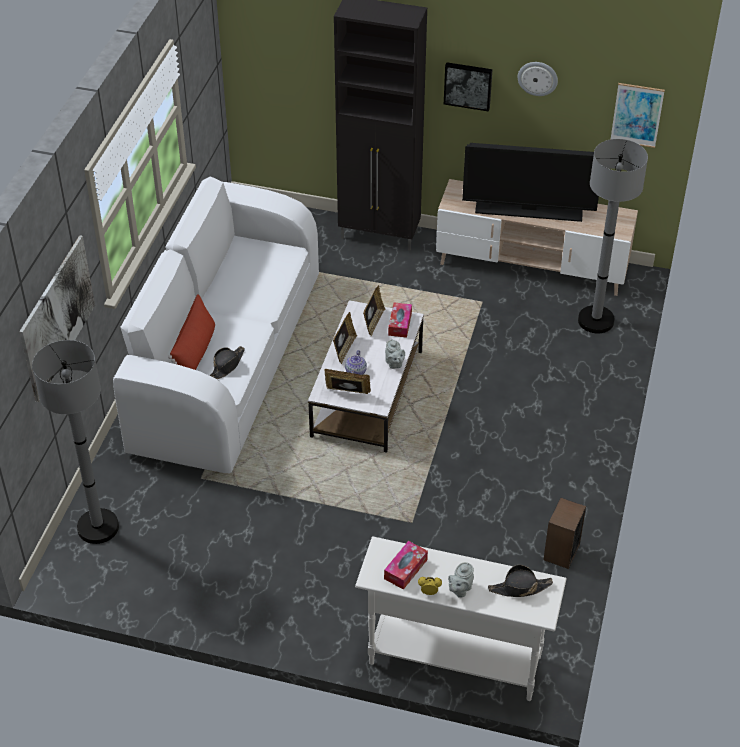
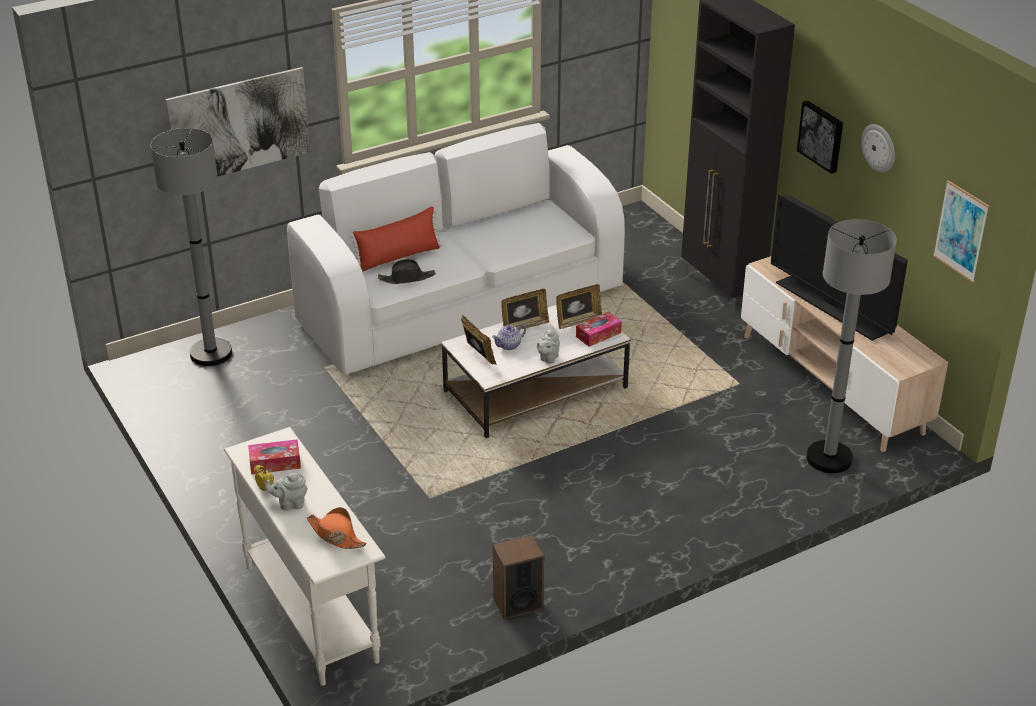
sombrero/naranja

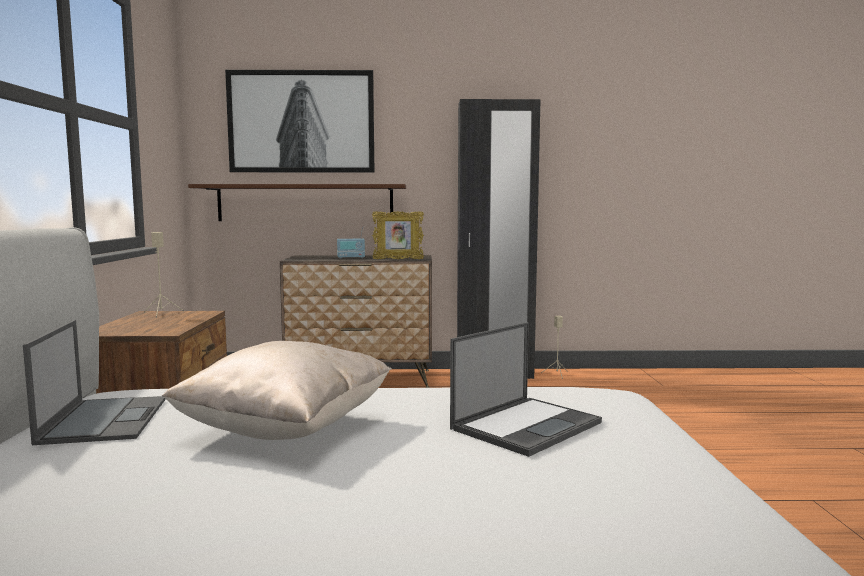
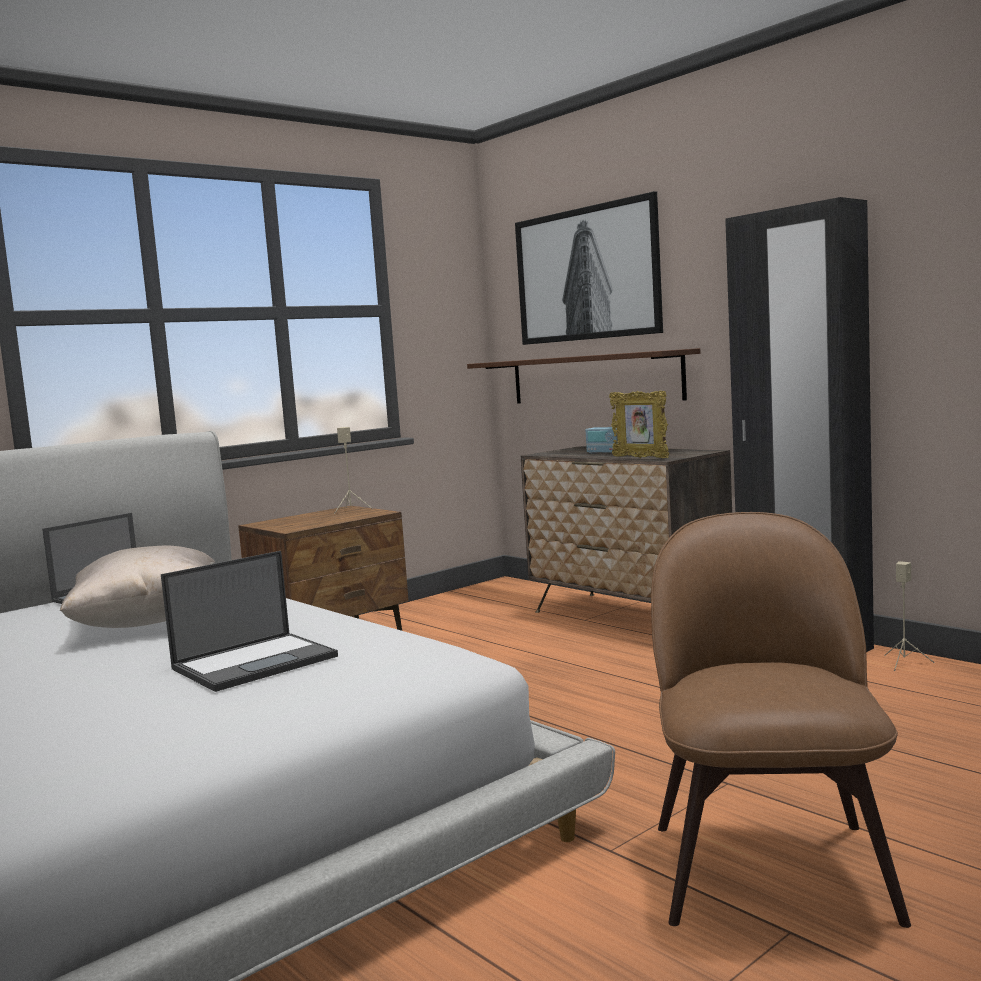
portátil (2nd from left); silla/marrón

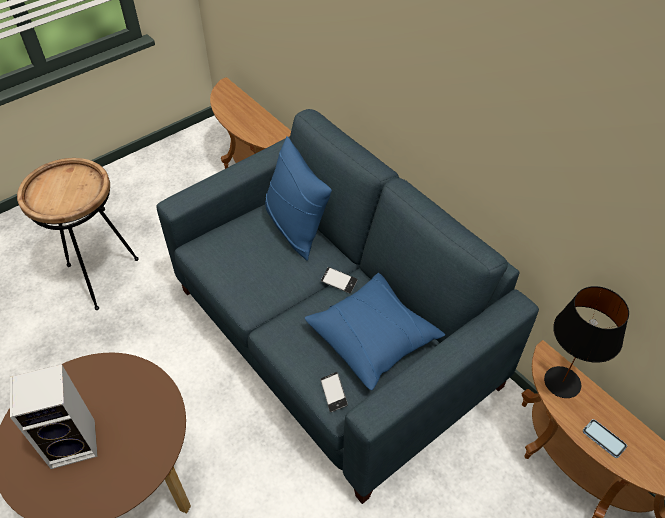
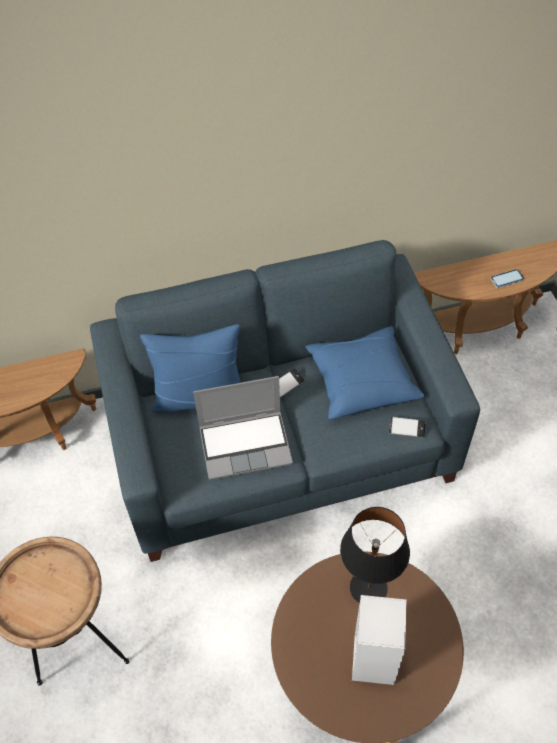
portátil; lámpara de mesa/negro

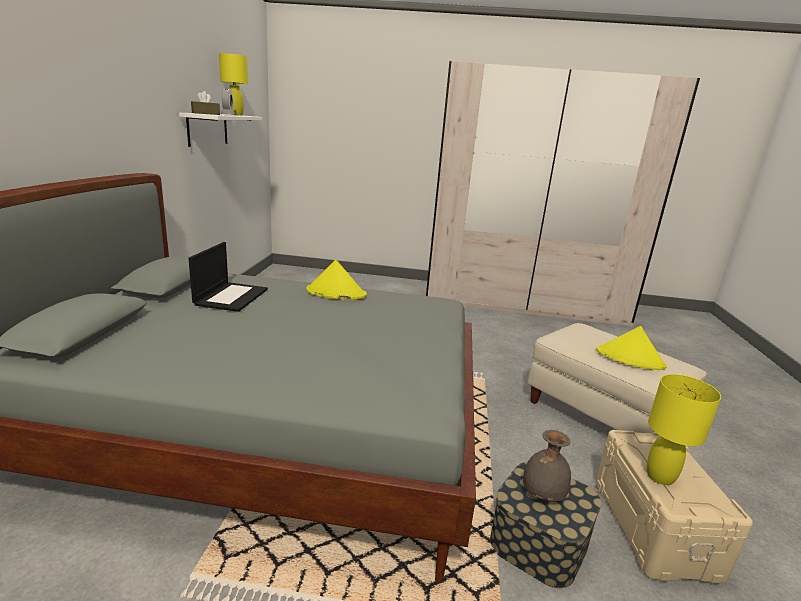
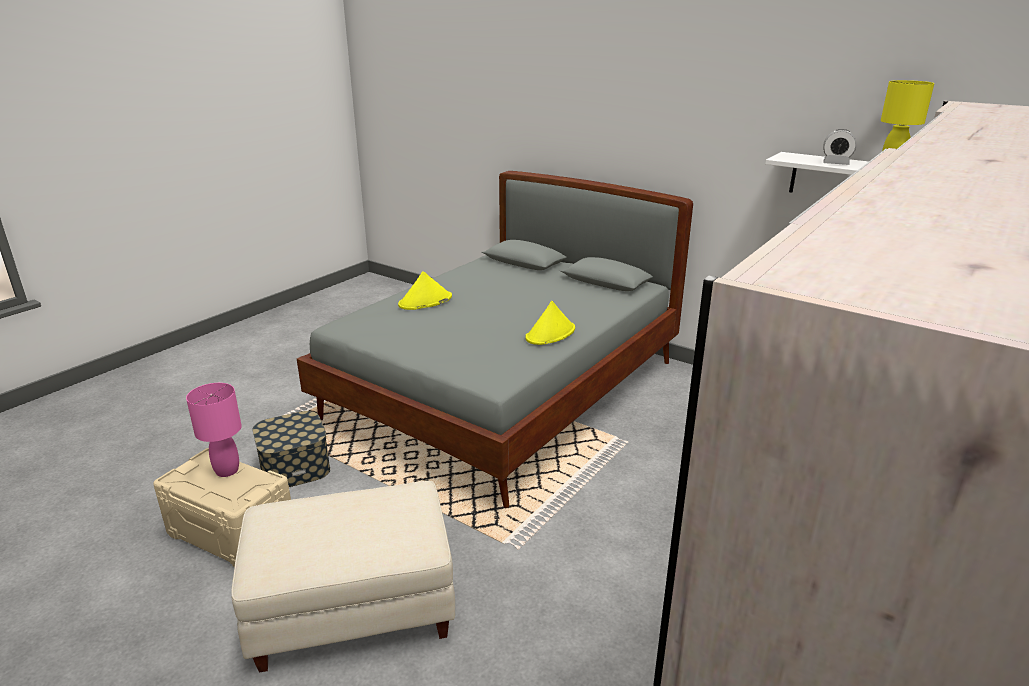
lámpara de mesa/rosa; sombrero/amarillo (1st from left); portátil; caja de pañuelos/marrón; florero/gris

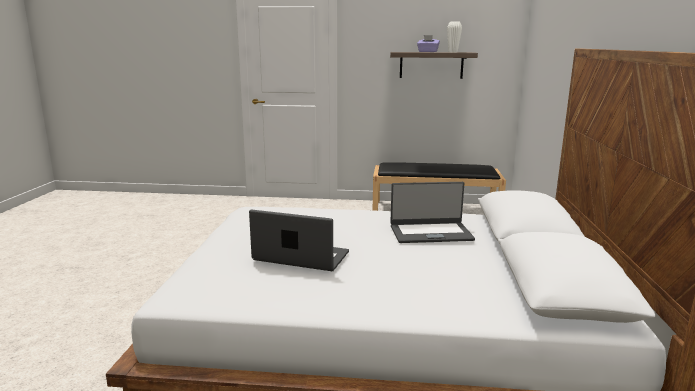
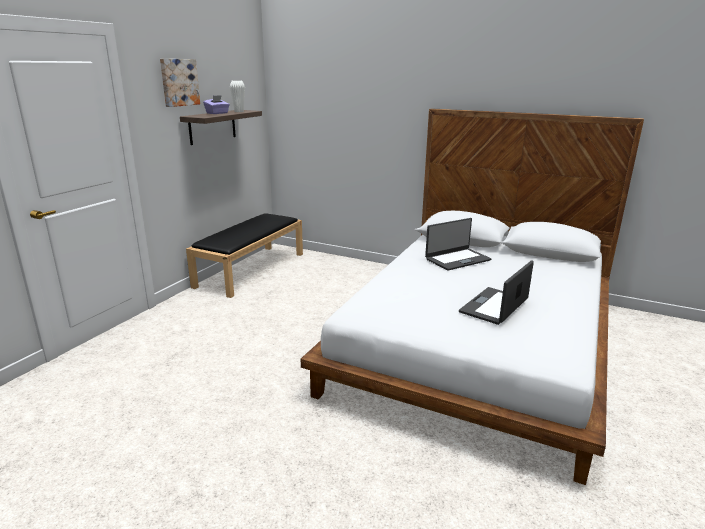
cuadro; portátil (1st from left)

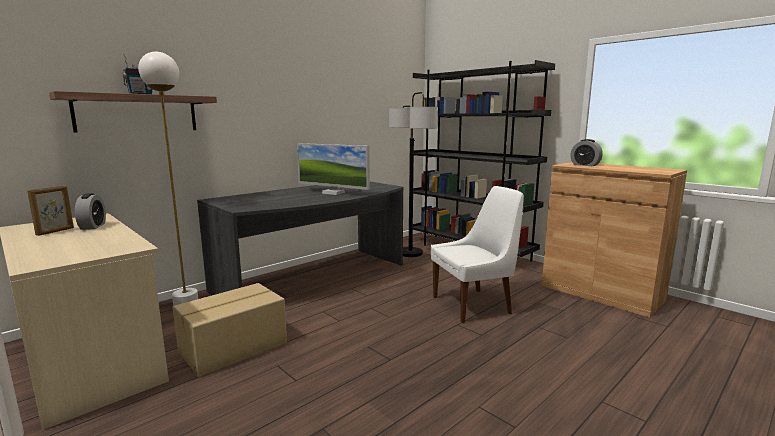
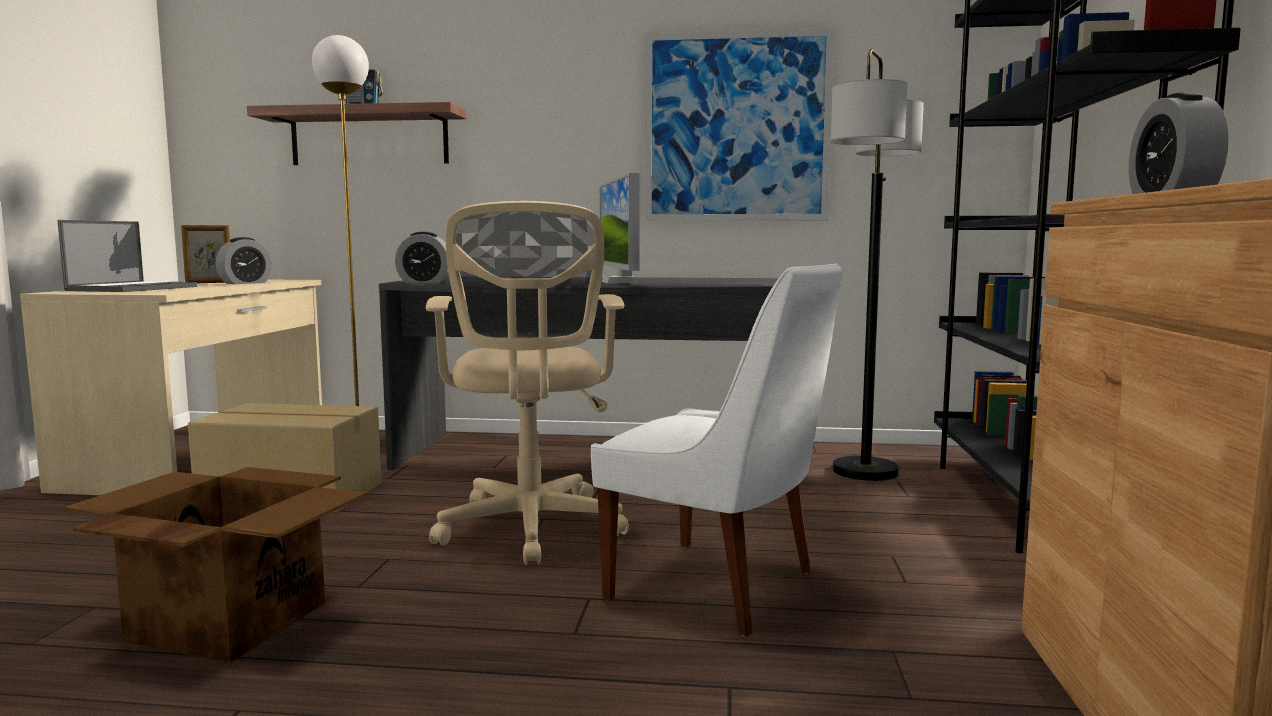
portátil; caja de cartón (1st from left); despertador (2nd from left); silla de oficina/beis; cuadro

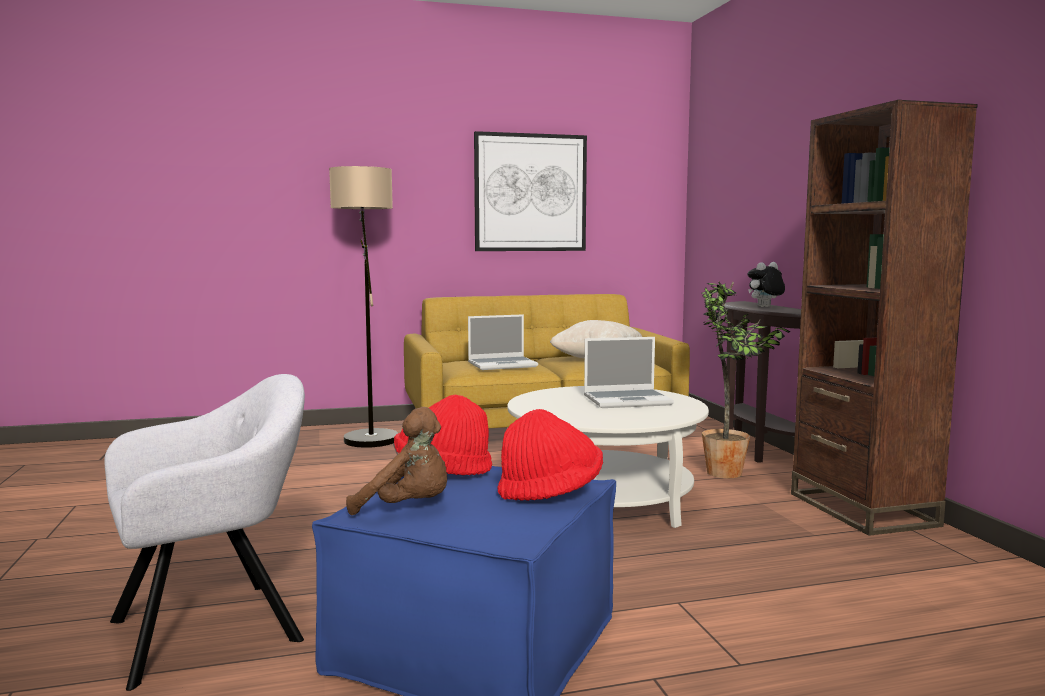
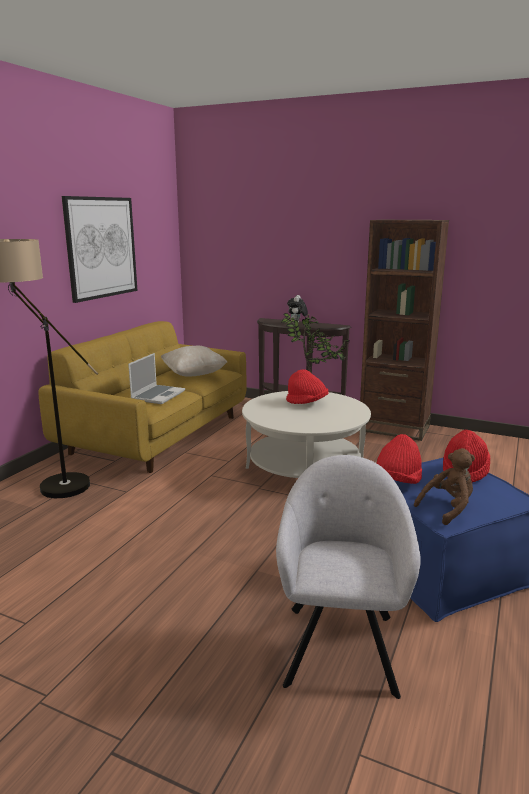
sombrero/rojo (1st from left)

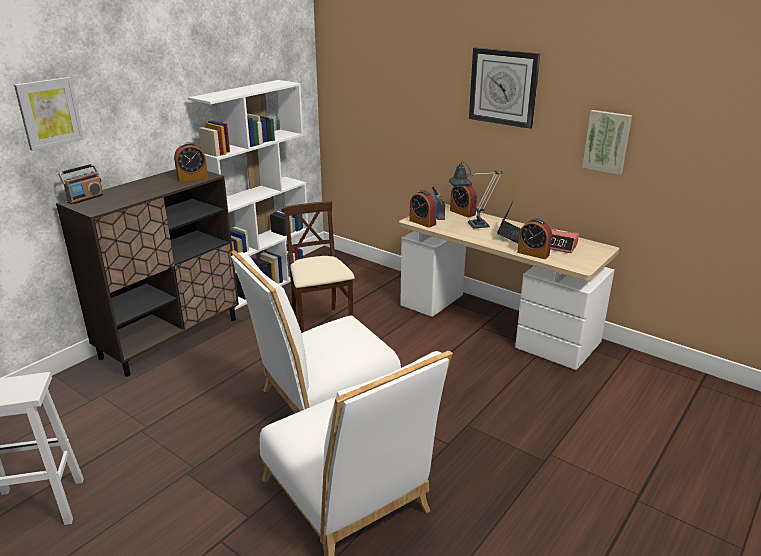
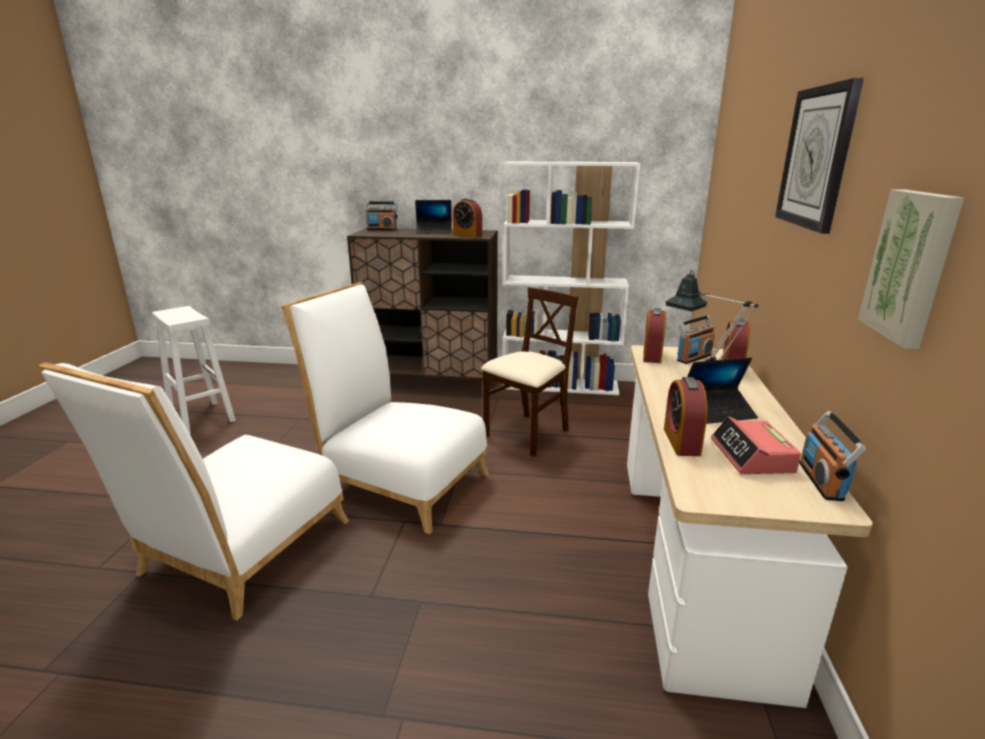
portátil (1st from left); radio (3rd from left); cuadro (1st from left in the first image)

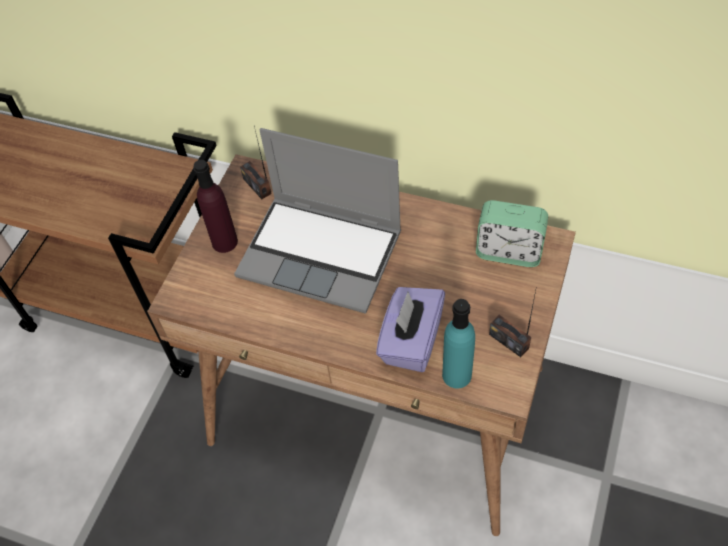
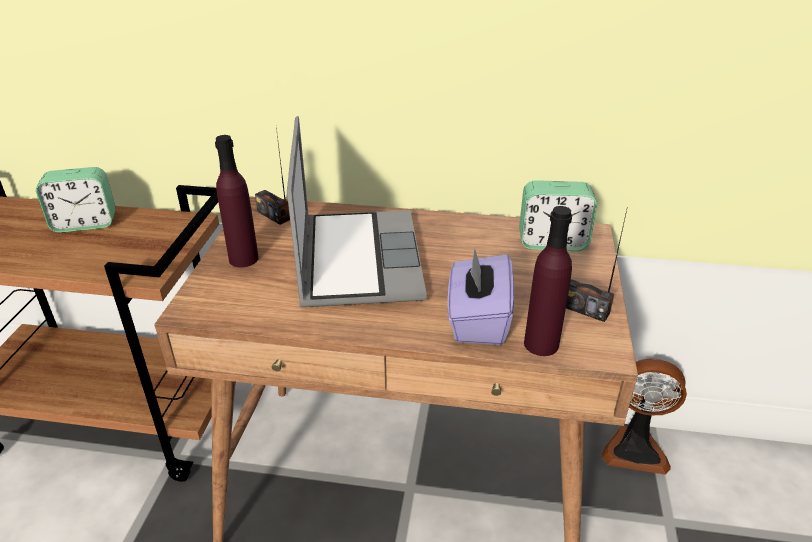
despertador (1st from left); portátil; botella/morado (2nd from left); ventilador

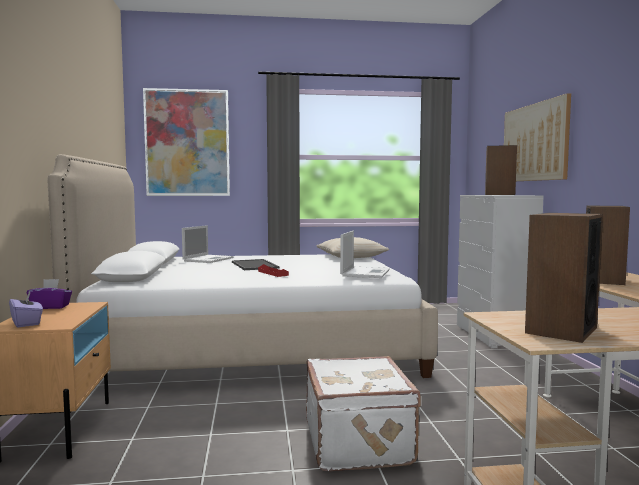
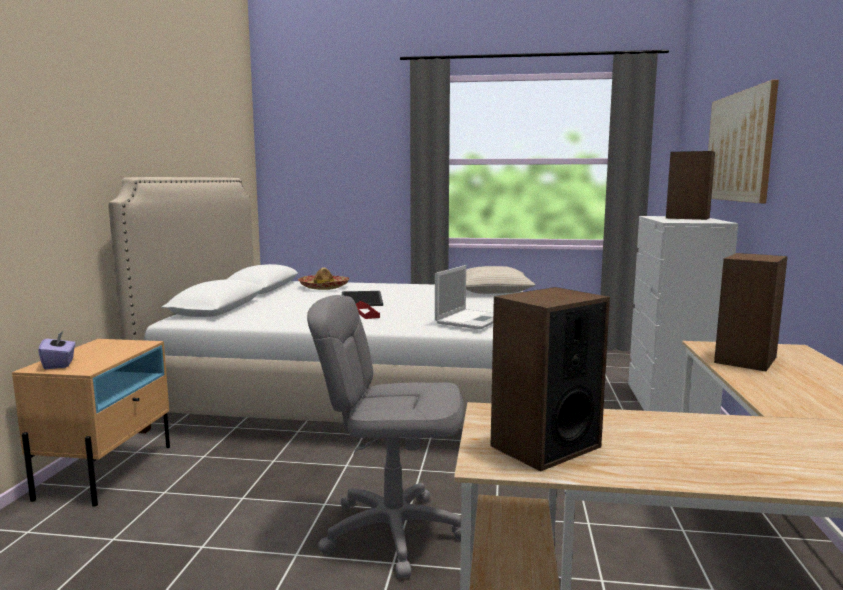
sombrero; silla de oficina/gris; caja de pañuelos/morado (2nd from left in the first image); cuadro (1st from left in the first image)

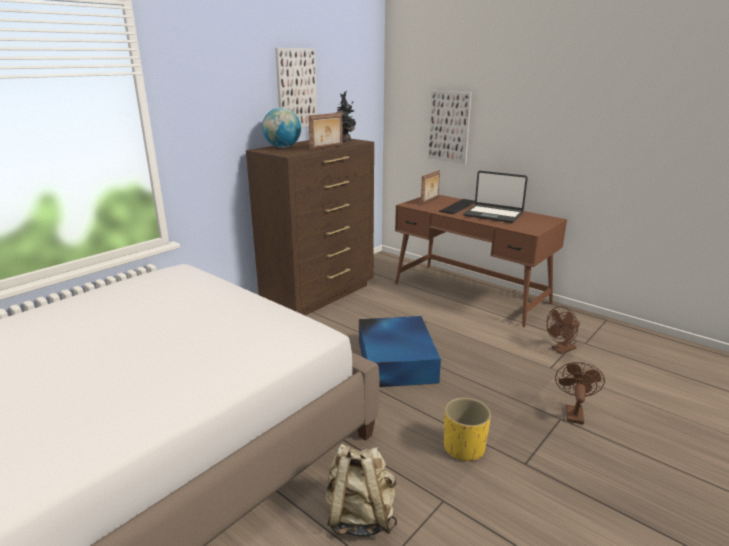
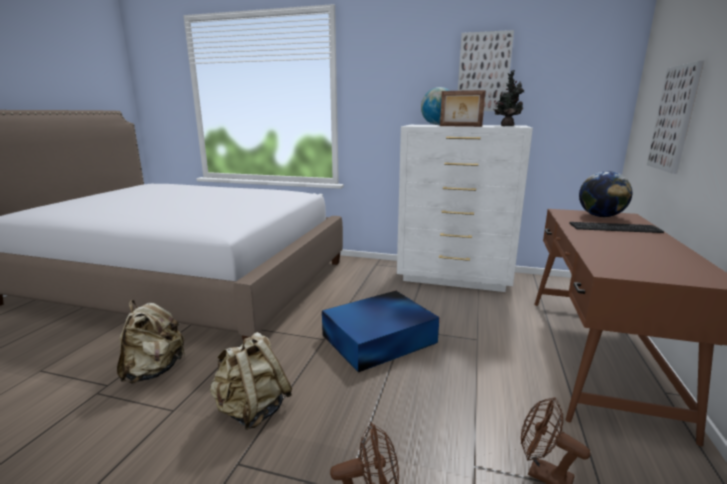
mochila/beis (2nd from left); cómoda/blanco; globo terráqueo (2nd from left); portátil

